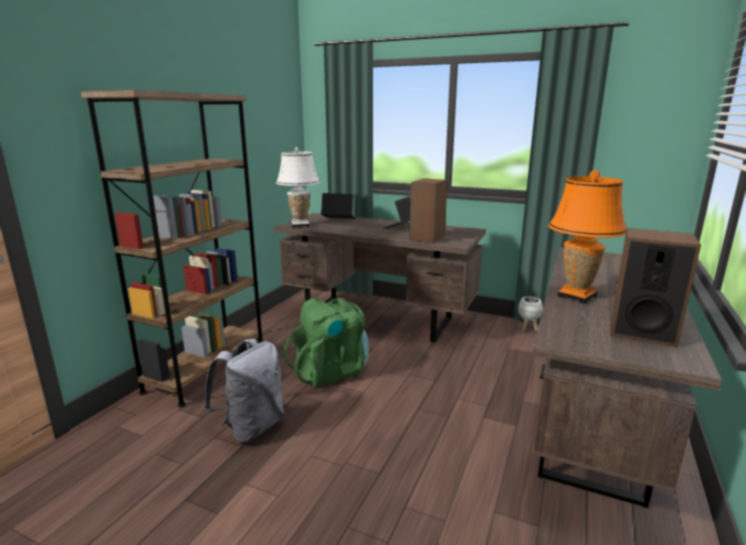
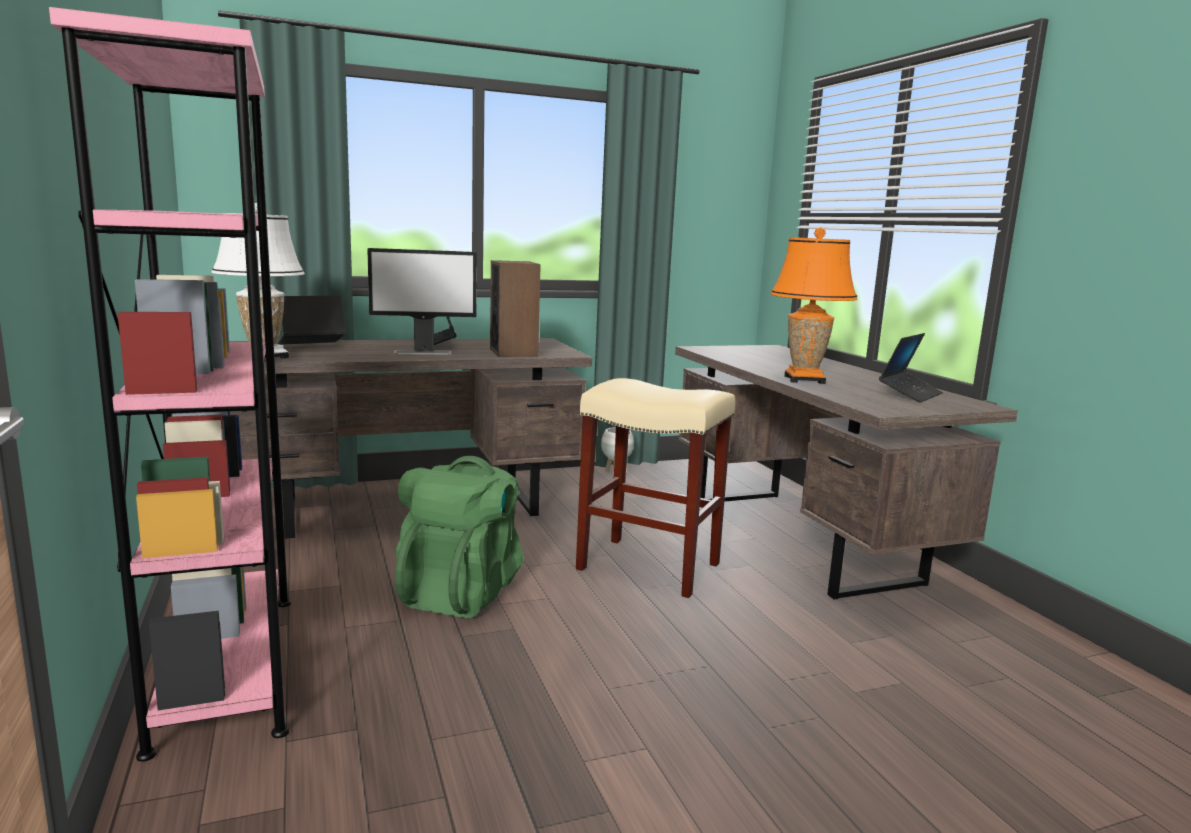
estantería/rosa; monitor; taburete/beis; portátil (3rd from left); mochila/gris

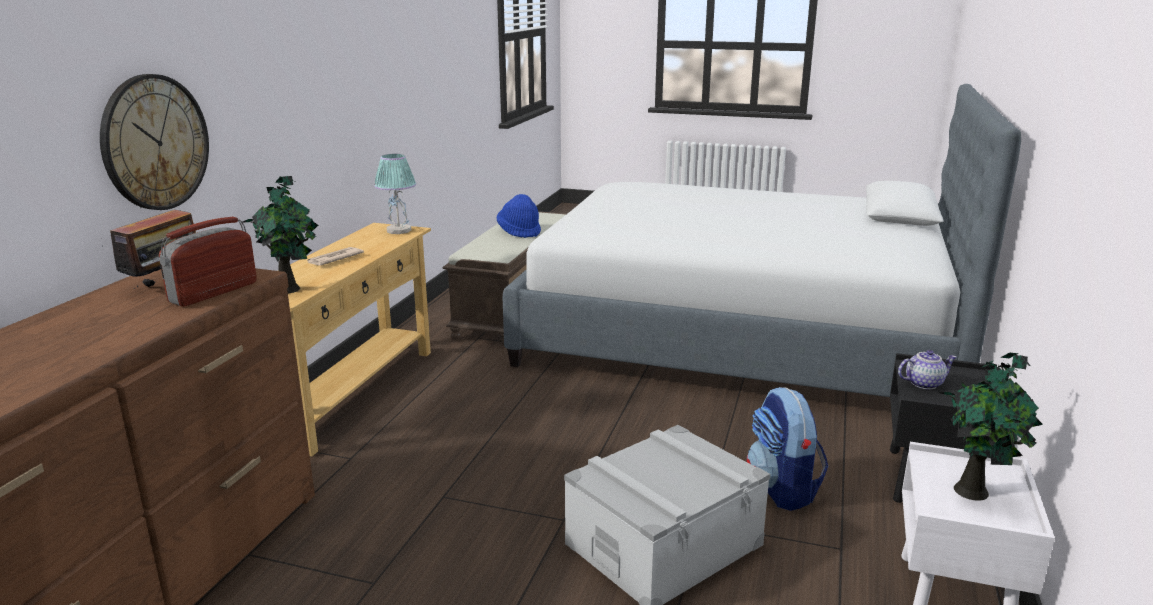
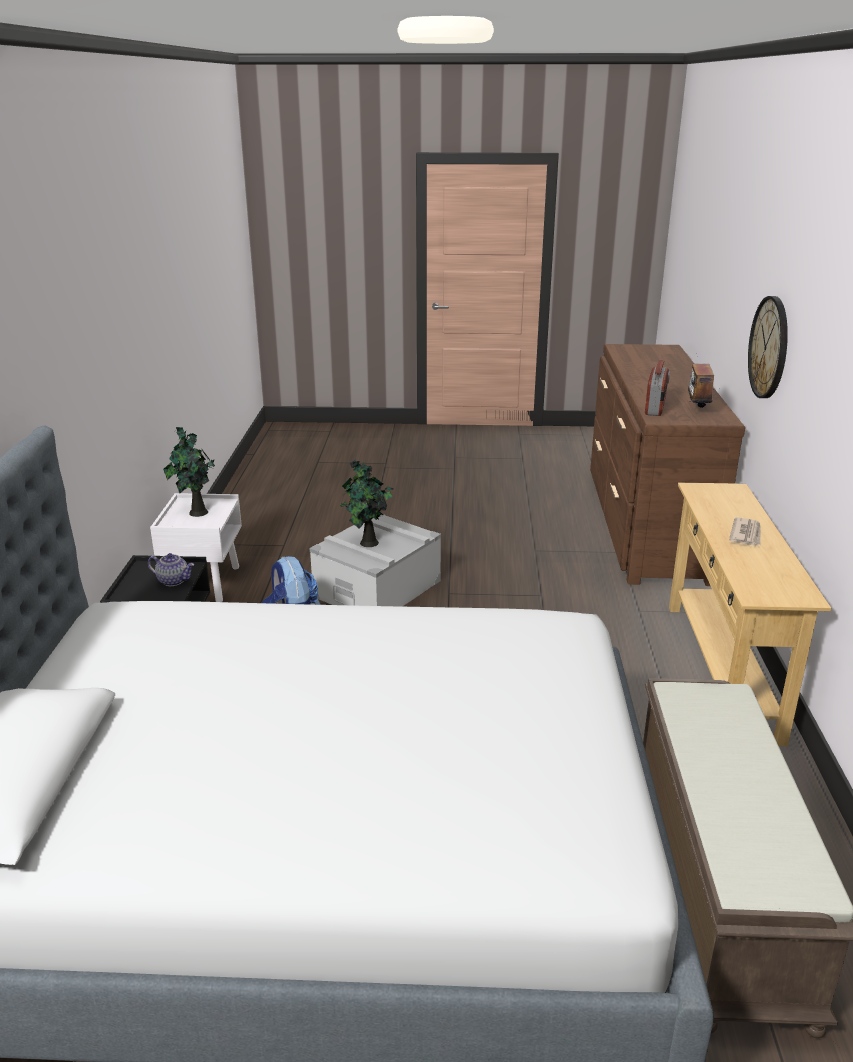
tetera; planta en maceta (2nd from left); lámpara de mesa; sombrero/azul

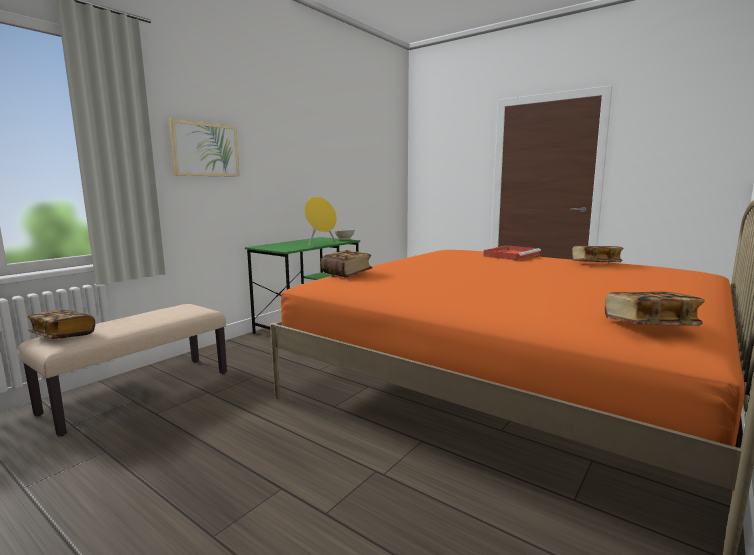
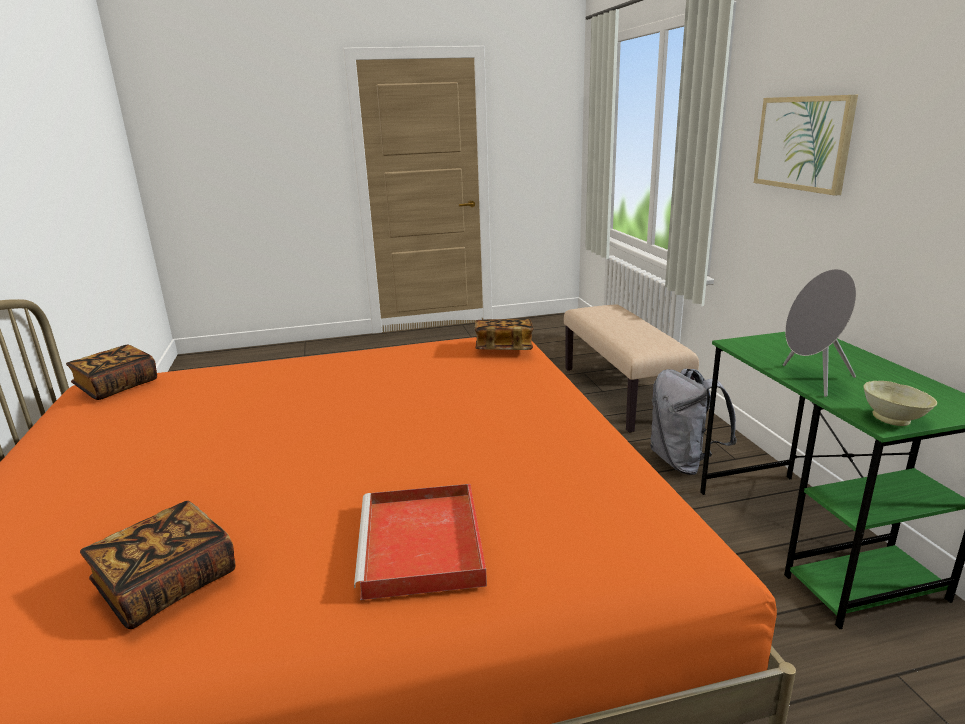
mochila/gris; altavoz/gris; libro (1st from left in the first image)

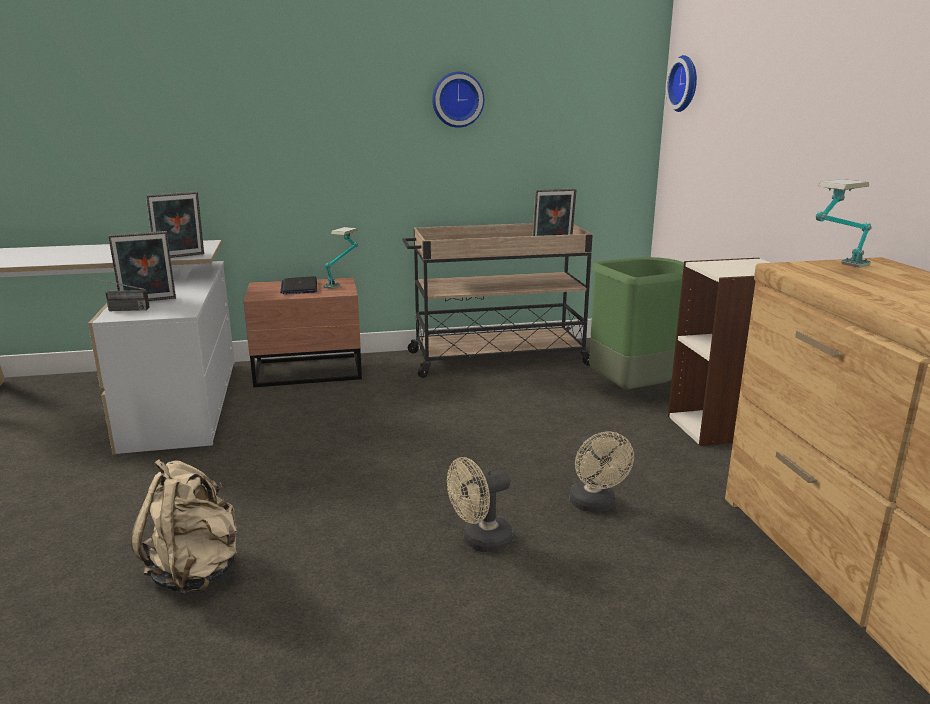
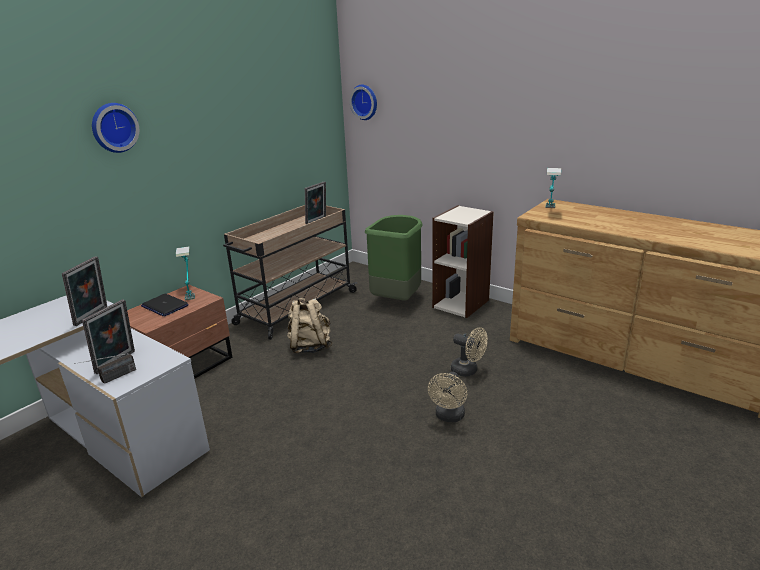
reloj de pared (1st from left); mochila/beis

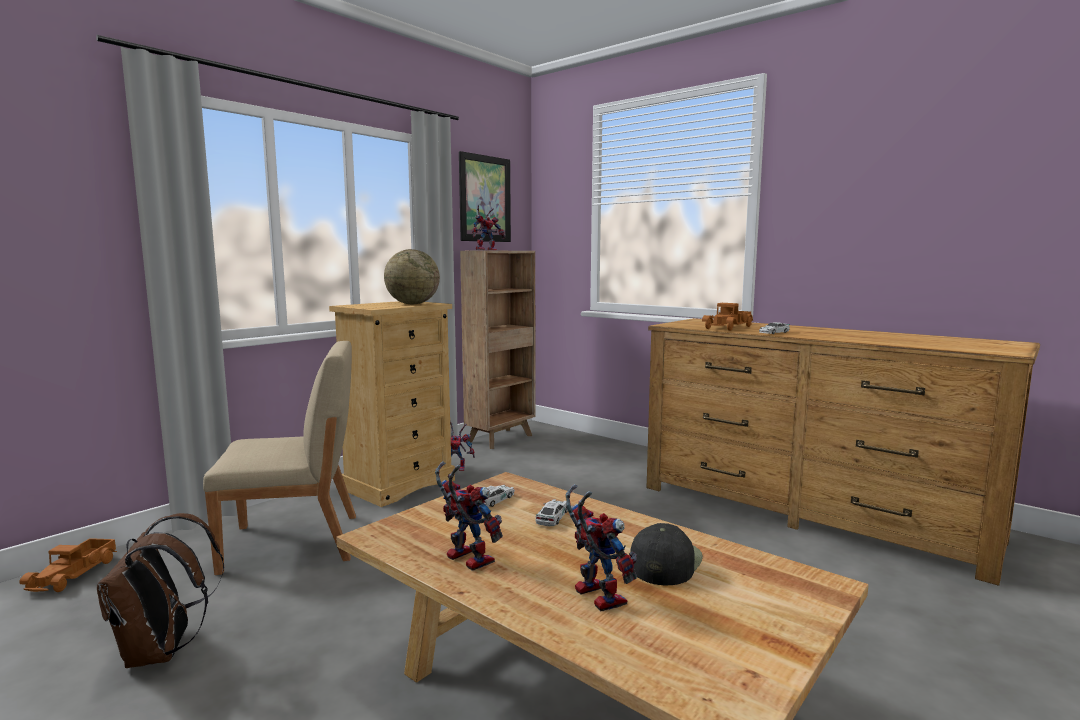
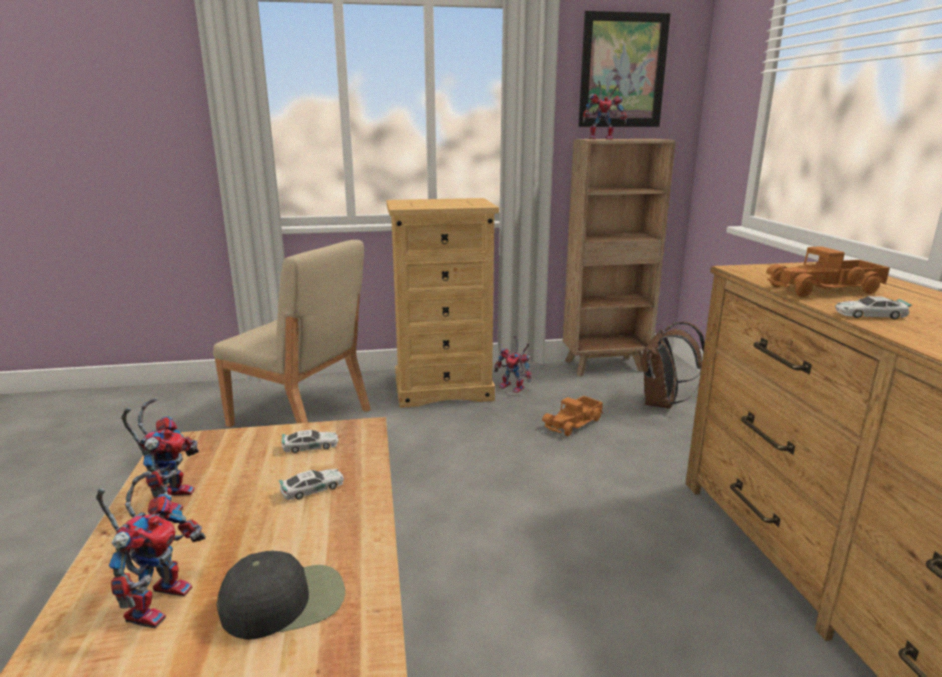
camión de juguete (1st from left); mochila/marrón; globo terráqueo

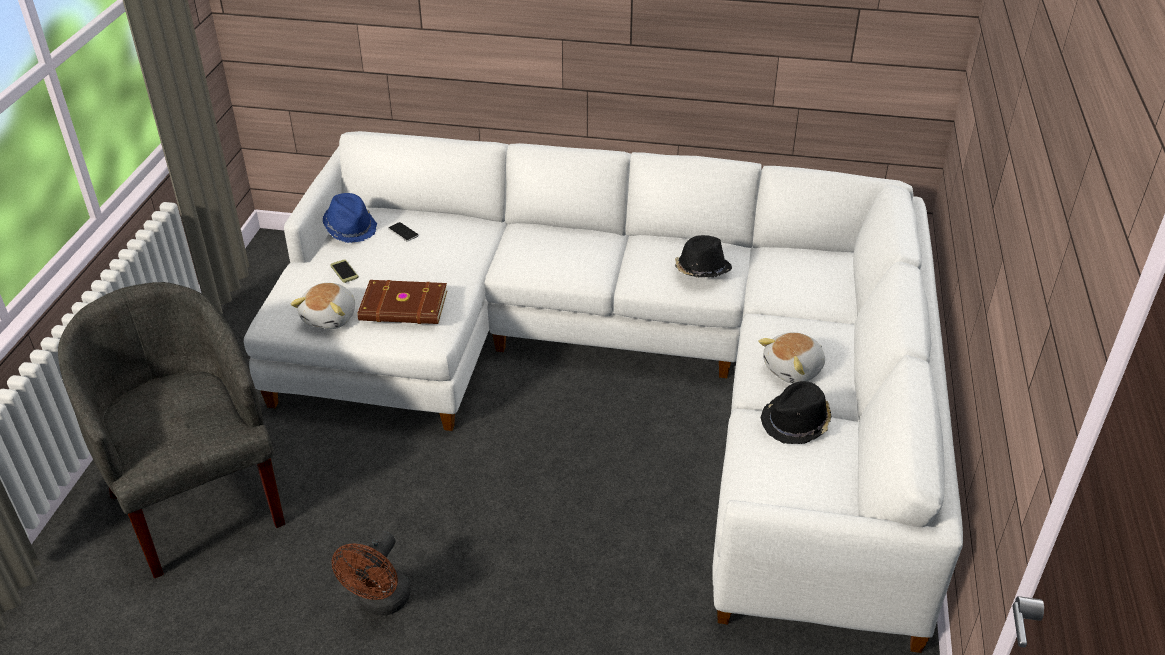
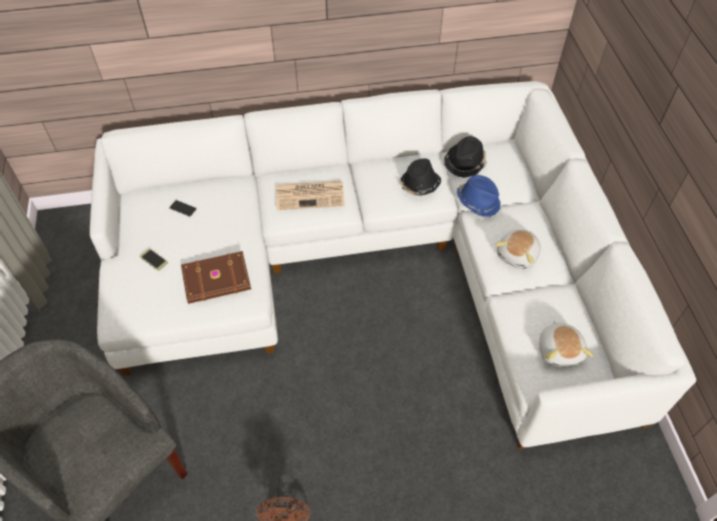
periódico; sombrero/negro (2nd from left); sombrero/azul; peluche (2nd from left)

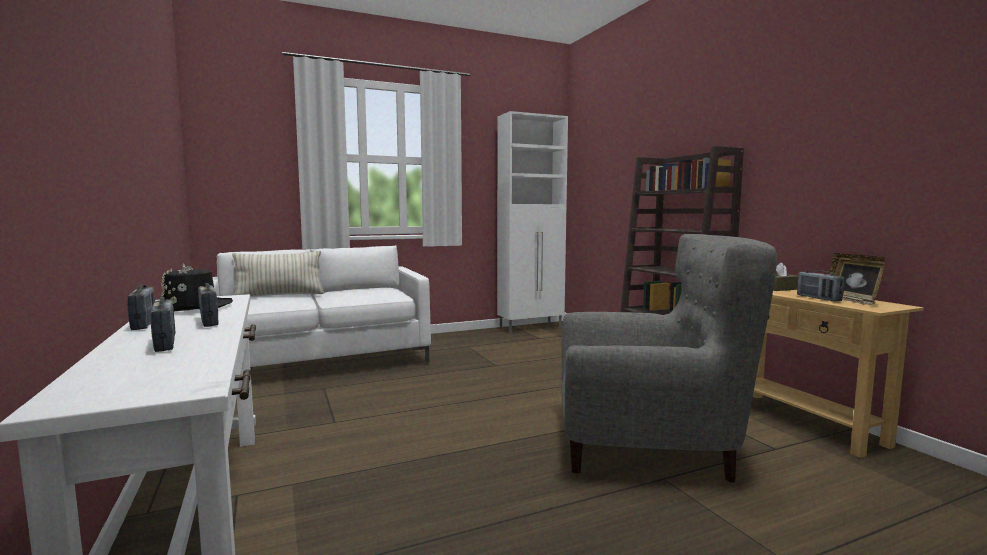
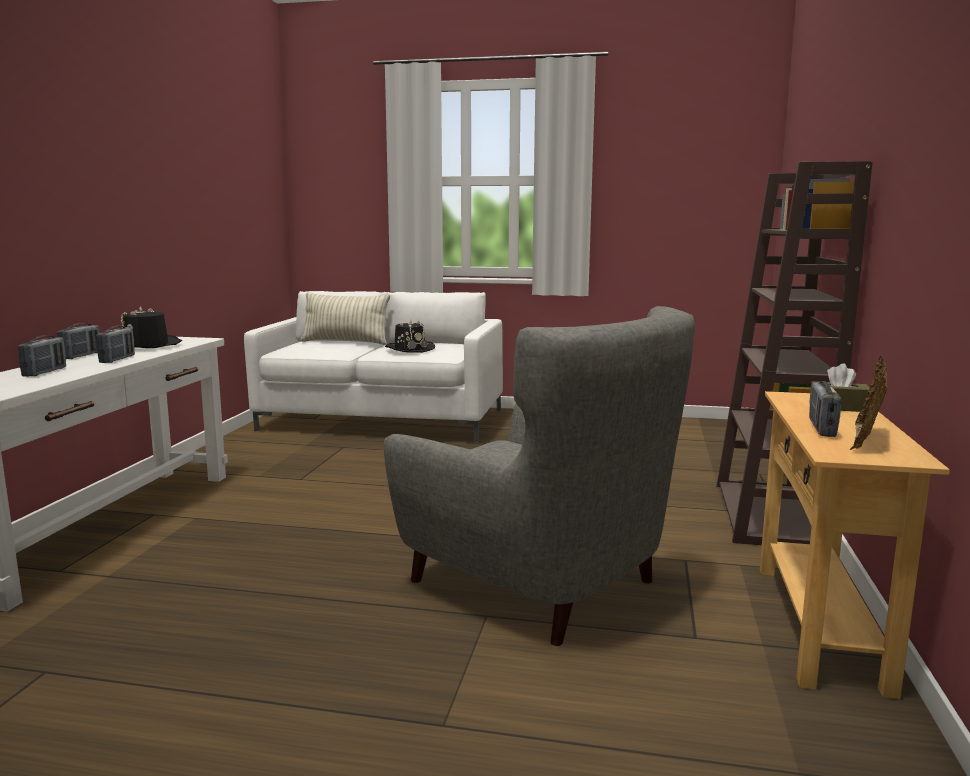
sombrero/negro (2nd from left); armario/blanco

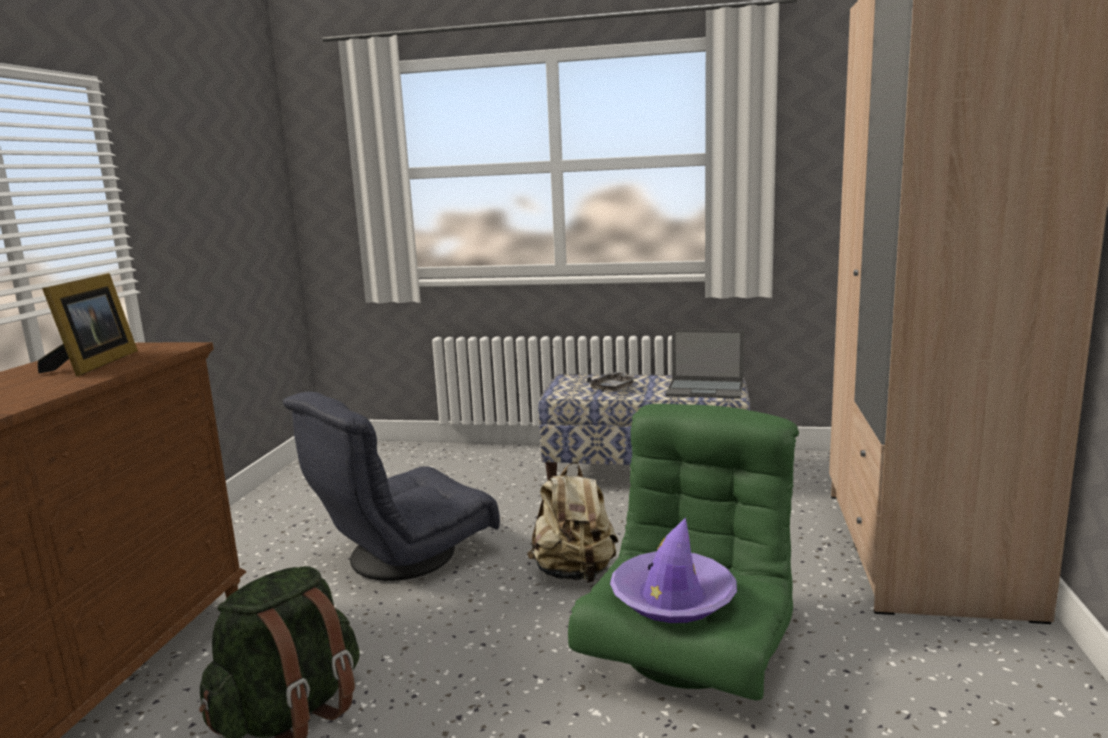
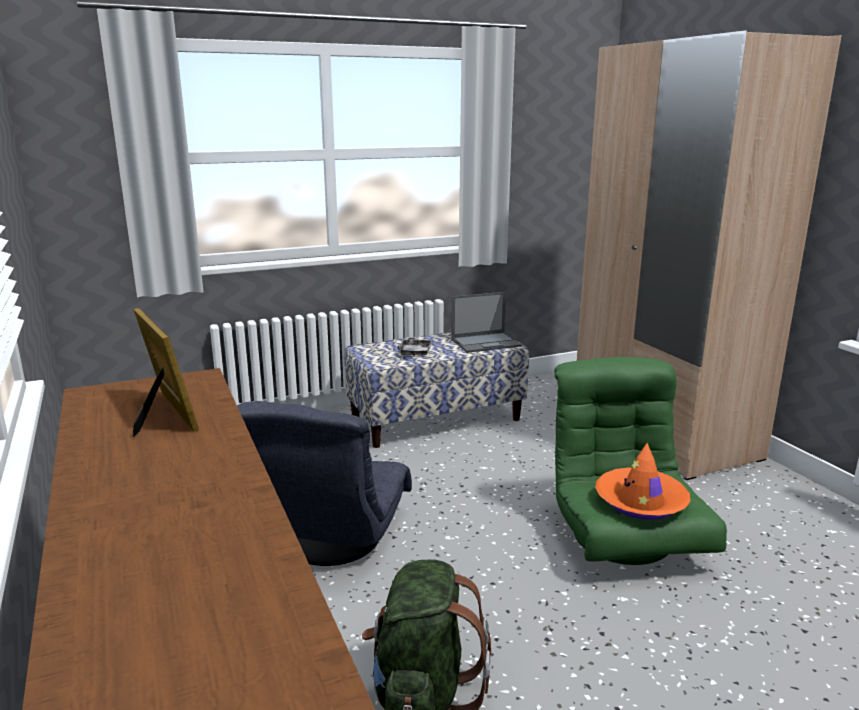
sombrero/naranja; mochila/beis

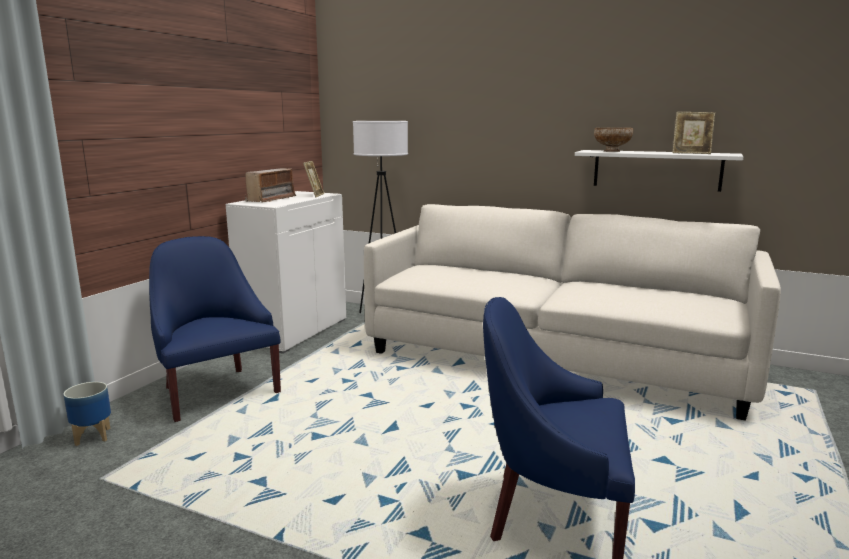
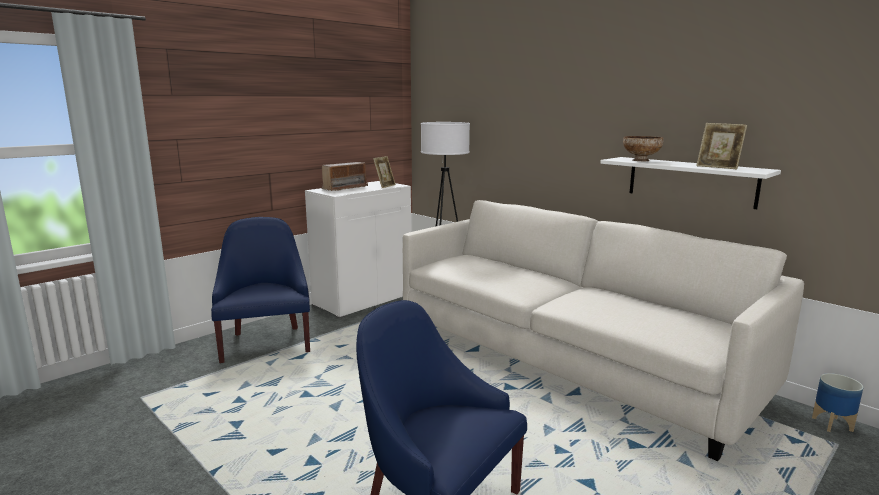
maceta

